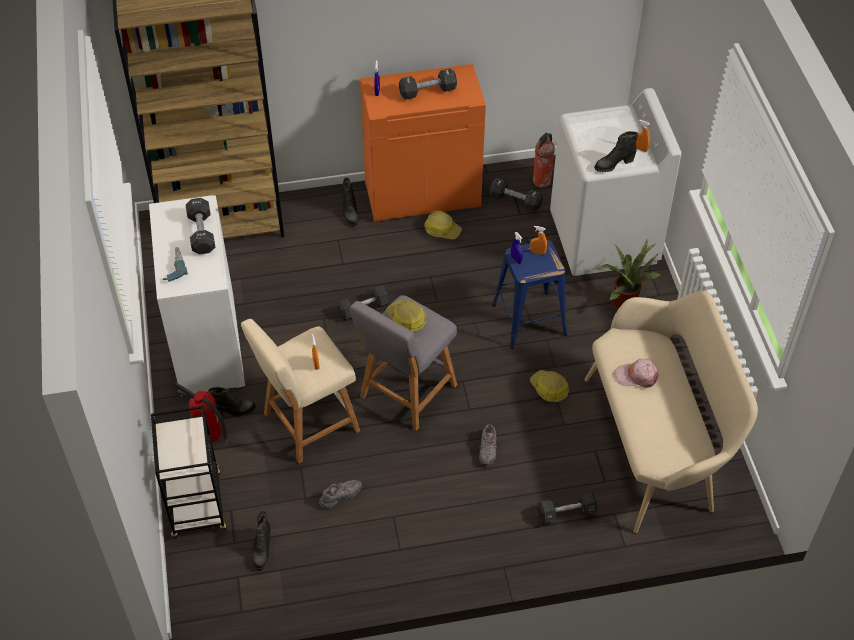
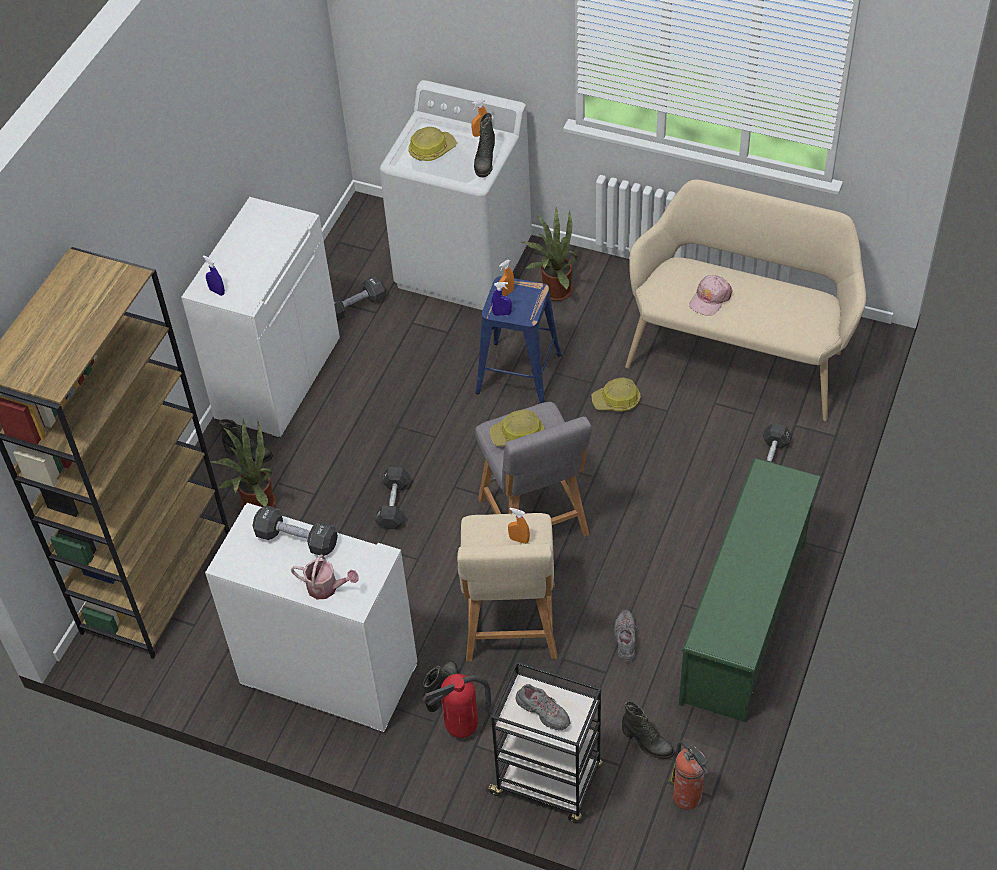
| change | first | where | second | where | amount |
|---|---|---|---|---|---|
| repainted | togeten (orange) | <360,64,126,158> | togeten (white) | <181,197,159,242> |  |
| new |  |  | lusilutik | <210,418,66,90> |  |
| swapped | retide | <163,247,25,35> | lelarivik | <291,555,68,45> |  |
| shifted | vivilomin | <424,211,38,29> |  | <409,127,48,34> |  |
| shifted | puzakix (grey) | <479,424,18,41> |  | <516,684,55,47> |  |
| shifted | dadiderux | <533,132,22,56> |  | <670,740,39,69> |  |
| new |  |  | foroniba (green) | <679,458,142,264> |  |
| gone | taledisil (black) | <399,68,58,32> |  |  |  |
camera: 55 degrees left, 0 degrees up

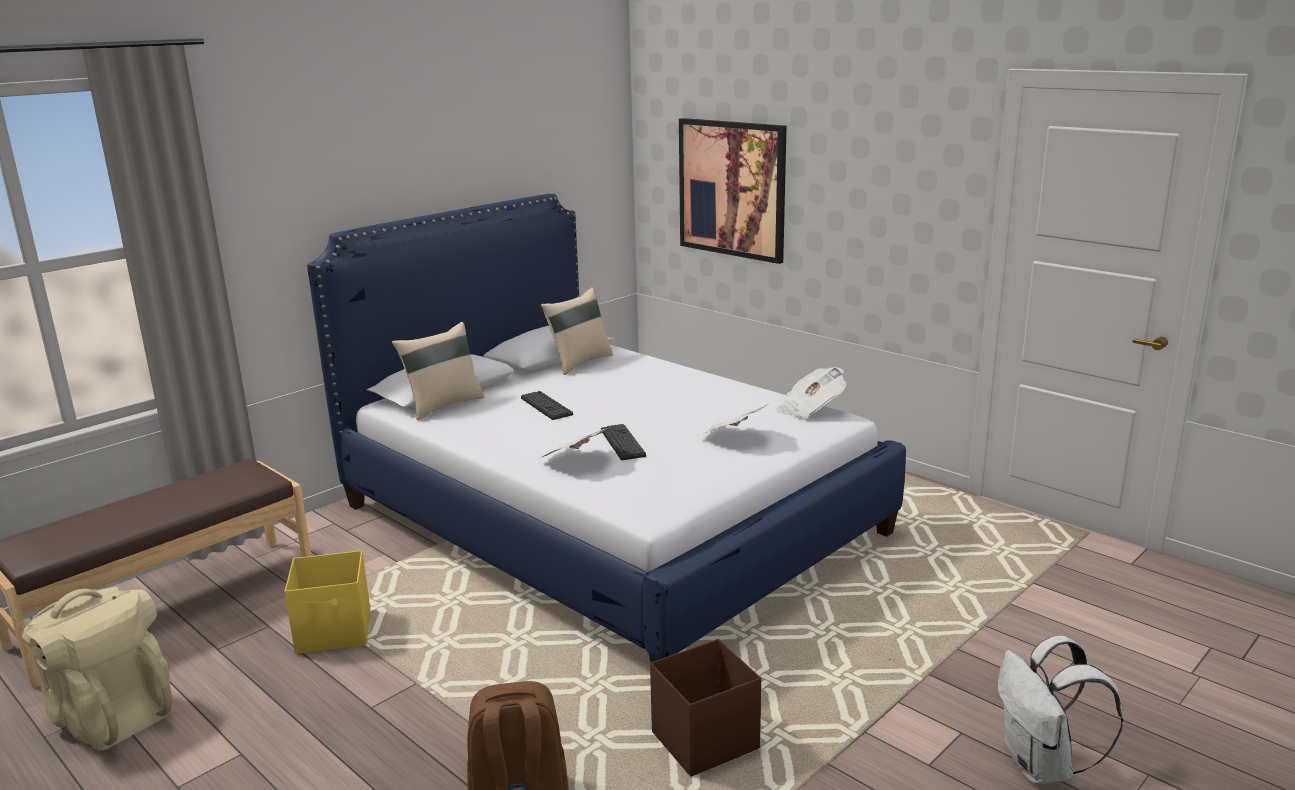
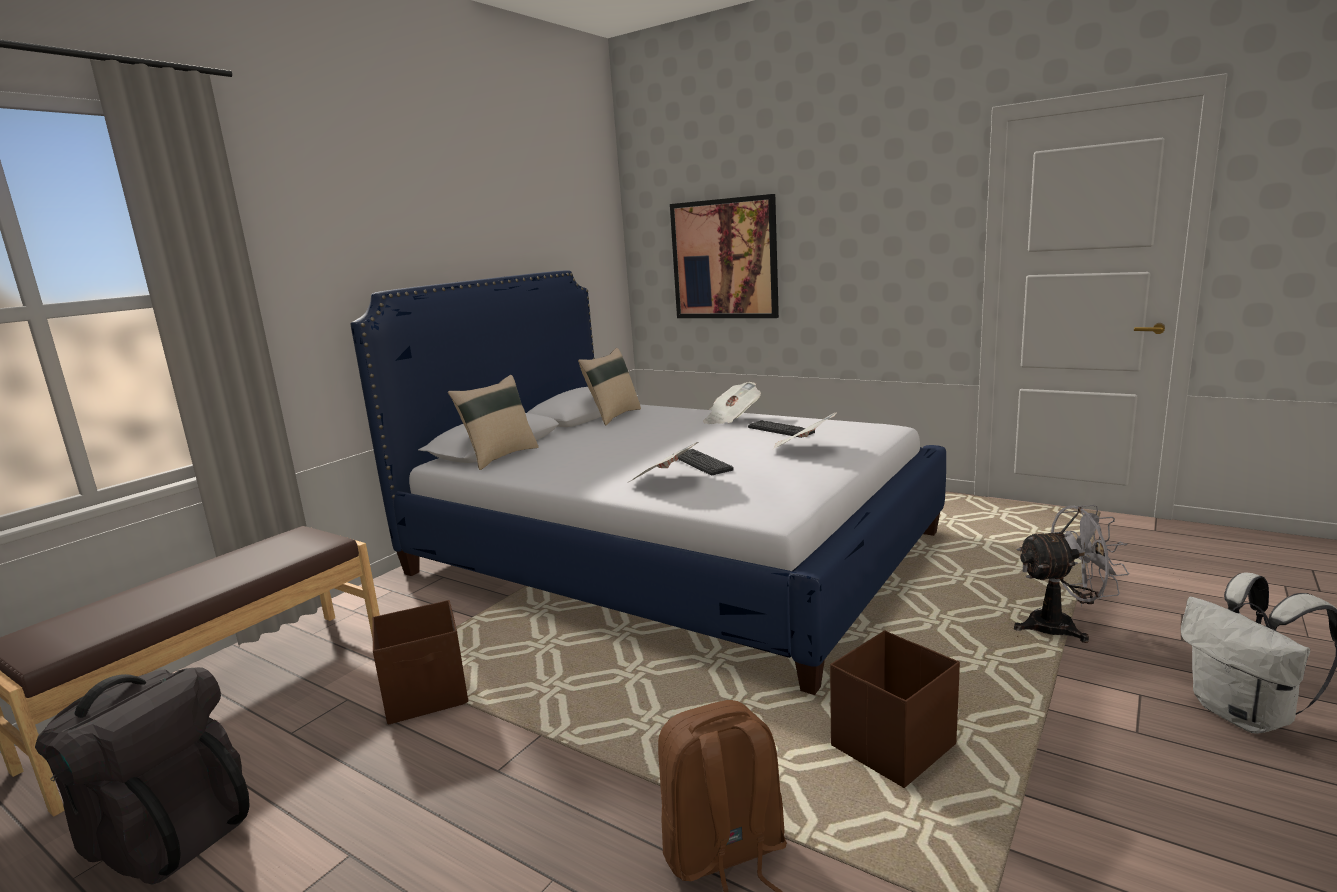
| change | first | where | second | where | amount |
|---|---|---|---|---|---|
| repainted | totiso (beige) | <22,587,150,163> | totiso (black) | <35,667,214,218> |  |
| repainted | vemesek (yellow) | <284,550,86,104> | vemesek (brown) | <372,600,96,124> |  |
| shifted | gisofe | <777,367,69,51> |  | <703,382,58,42> |  |
| shifted | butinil | <521,391,52,29> |  | <748,420,67,18> |  |
| new |  |  | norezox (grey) | <1014,505,115,138> |  |
camera: 10 degrees left, 5 degrees down

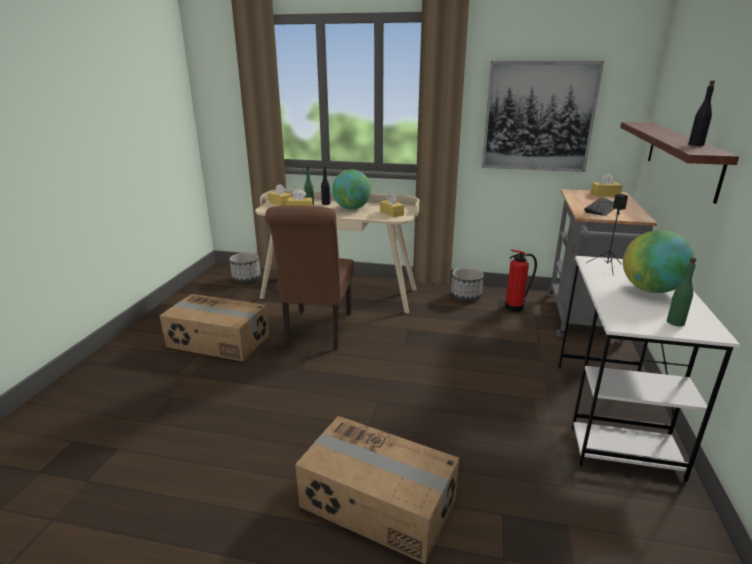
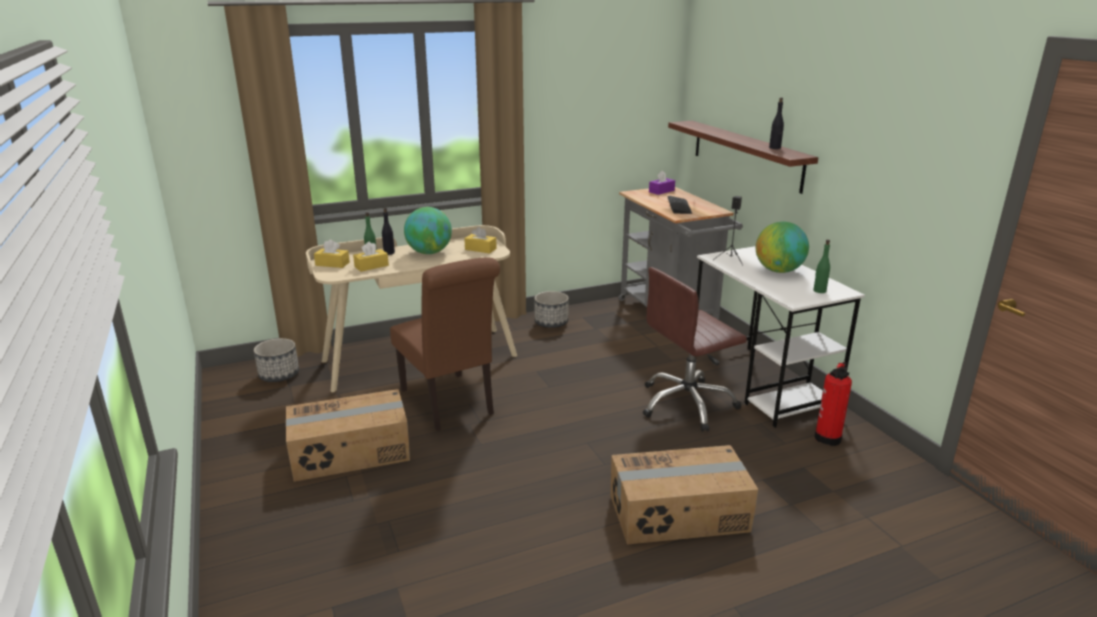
| change | first | where | second | where | amount |
|---|---|---|---|---|---|
| new |  |  | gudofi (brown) | <643,267,104,165> |  |
| repainted | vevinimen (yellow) | <590,173,33,24> | vevinimen (purple) | <649,171,26,24> |  |
| shifted | dadiderux | <505,249,32,63> |  | <814,362,38,84> |  |
| gone | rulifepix | <482,61,122,111> |  |  |  |
camera: 35 degrees left, 0 degrees up

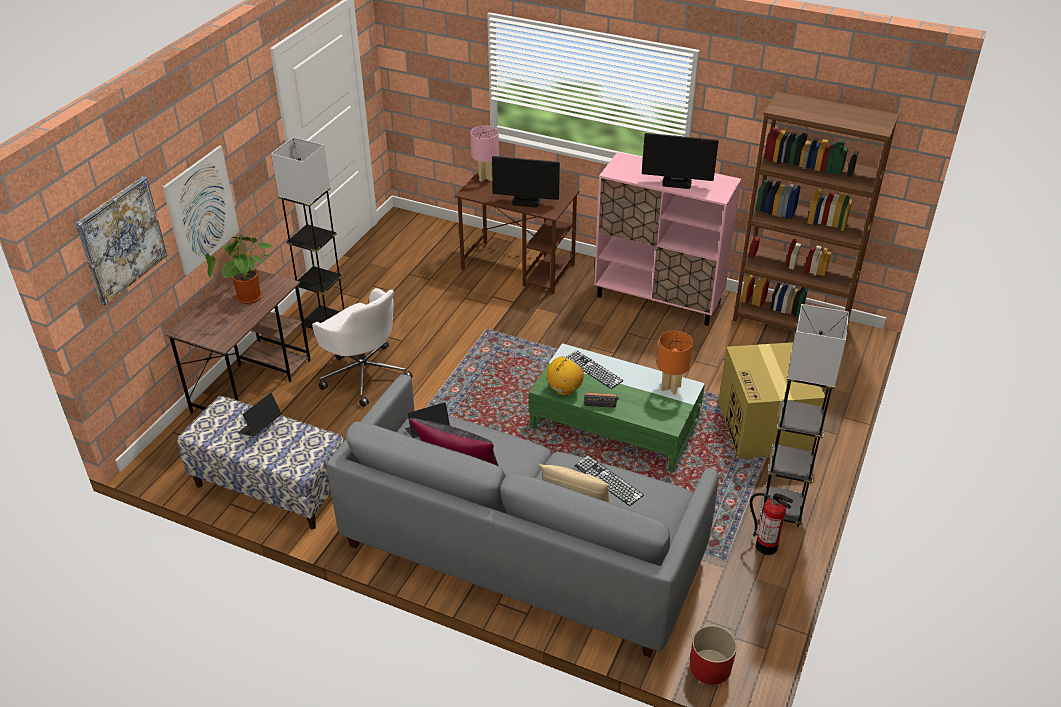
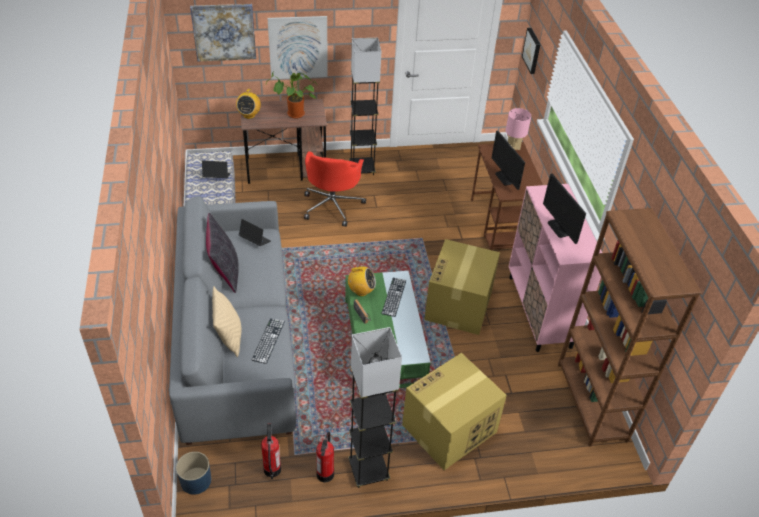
| change | first | where | second | where | amount |
|---|---|---|---|---|---|
| repainted | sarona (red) | <690,625,47,60> | sarona (blue) | <176,452,35,43> |  |
| new |  |  | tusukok | <236,89,25,30> |  |
| new |  |  | dadiderux | <261,423,20,56> |  |
| repainted | gudofi (white) | <312,288,100,119> | gudofi (red) | <304,151,62,76> |  |
| new |  |  | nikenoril | <424,239,76,96> |  |
| new |  |  | rulifepix | <522,28,19,46> |  |
| gone | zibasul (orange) | <657,331,36,64> |  |  |  |
camera: 55 degrees right, 5 degrees up

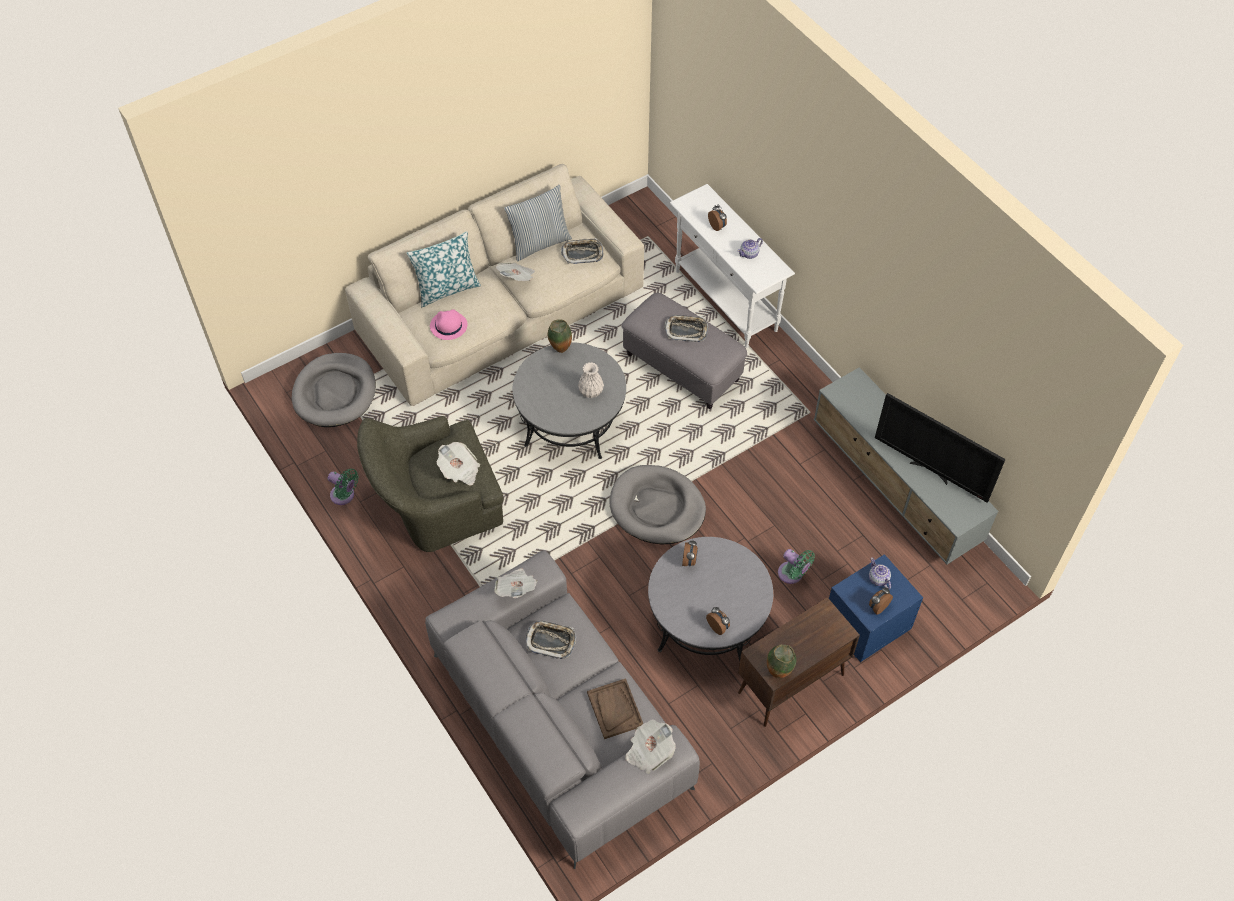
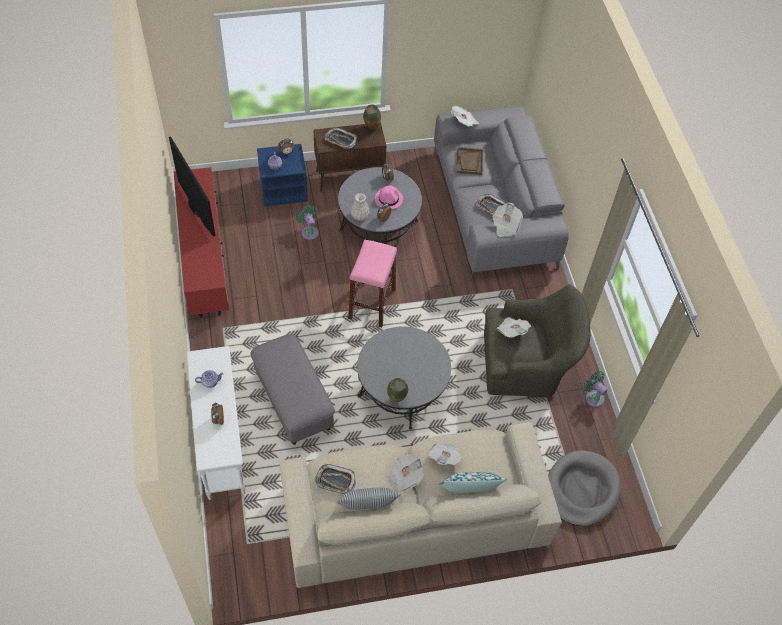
| change | first | where | second | where | amount |
|---|---|---|---|---|---|
| repainted | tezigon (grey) | <814,367,185,197> | tezigon (red) | <173,167,56,151> |  |
| shifted | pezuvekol | <664,315,44,27> |  | <325,128,32,20> |  |
| swapped | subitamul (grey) | <609,465,97,79> | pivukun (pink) | <348,239,49,88> |  |
| shifted | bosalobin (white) | <578,362,26,36> |  | <351,193,19,28> |  |
| shifted | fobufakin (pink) | <430,309,37,31> |  | <375,186,28,23> |  |
| new |  |  | gisofe | <428,442,34,23> |  |
camera: 160 degrees left, 0 degrees up

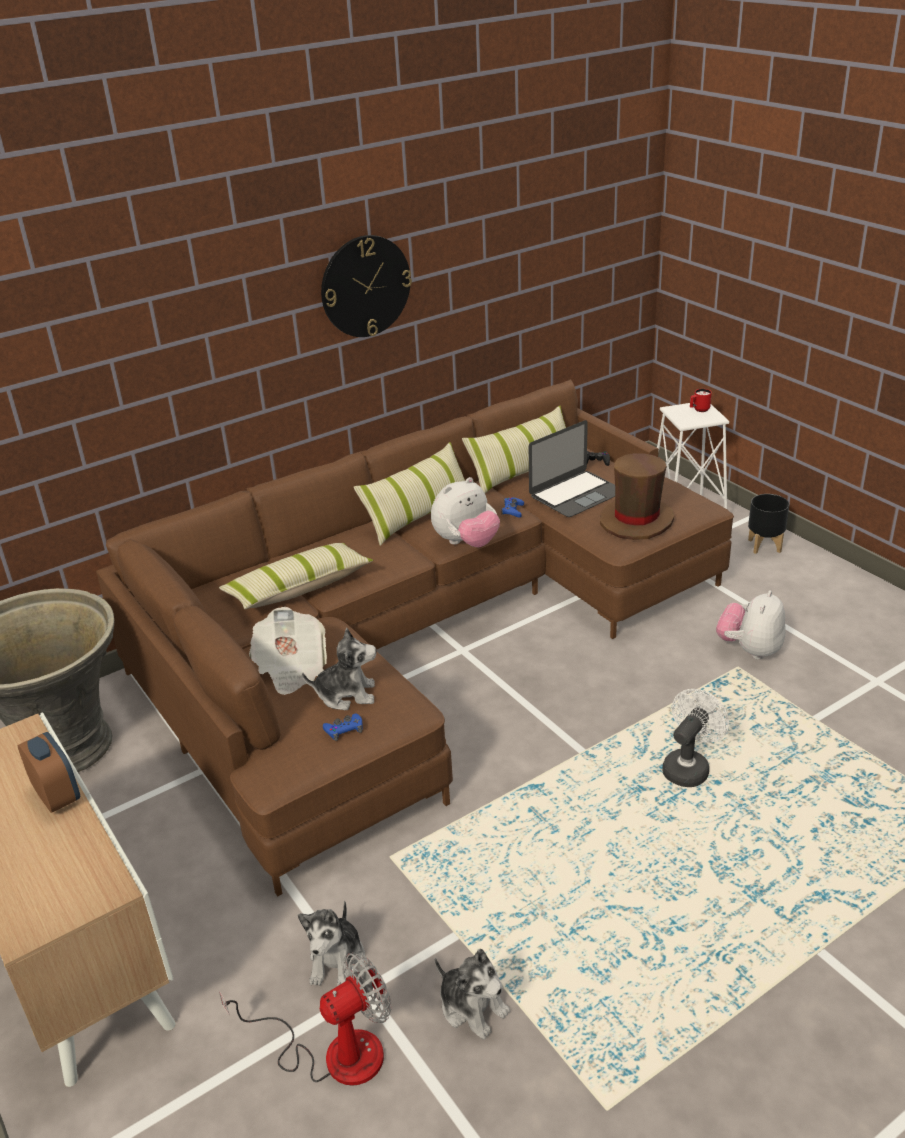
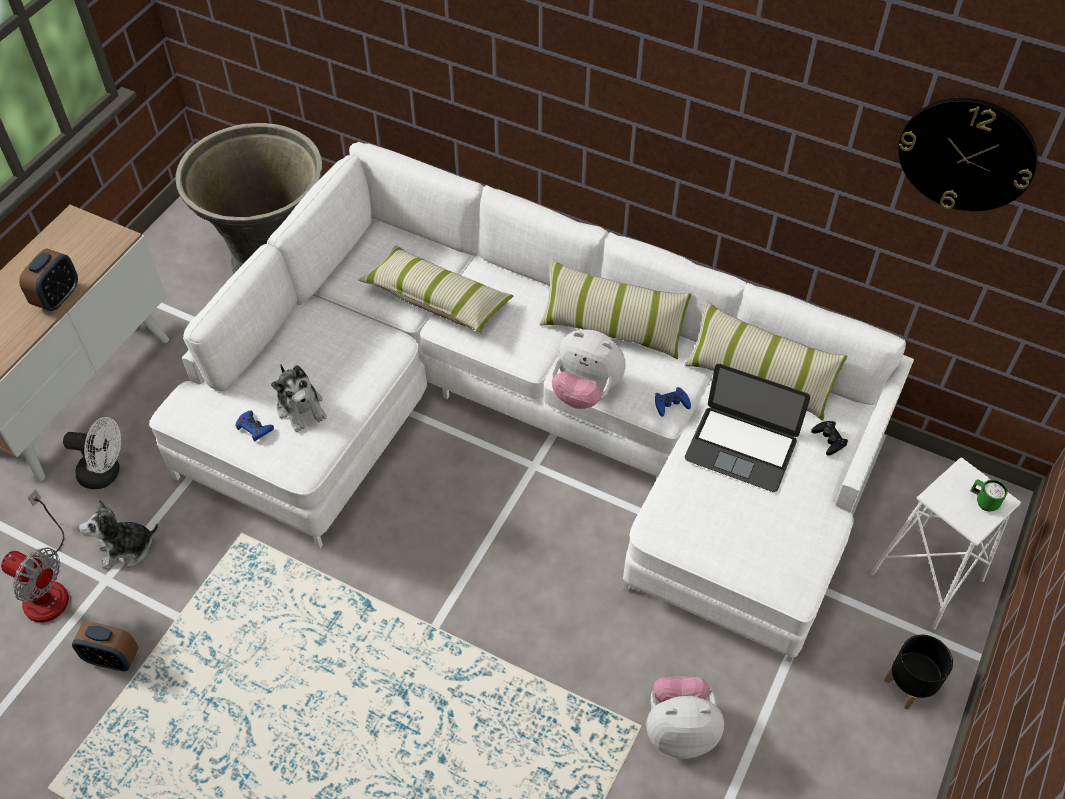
| change | first | where | second | where | amount |
|---|---|---|---|---|---|
| shifted | norezox (white) | <662,689,67,98> |  | <63,417,58,72> |  |
| swapped | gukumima | <435,949,75,91> | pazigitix | <72,621,67,50> |  |
| repainted | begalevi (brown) | <96,380,638,516> | begalevi (white) | <149,142,765,521> |  |
| shifted | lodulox | <321,235,91,102> |  | <898,98,140,113> |  |
| repainted | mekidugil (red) | <690,389,22,23> | mekidugil (green) | <970,479,38,33> |  |
| gone | gisofe | <249,607,78,88> |  |  |  |
| gone | fobufakin (brown) | <600,453,74,87> |  |  |  |
camera: 60 degrees right, 20 degrees up

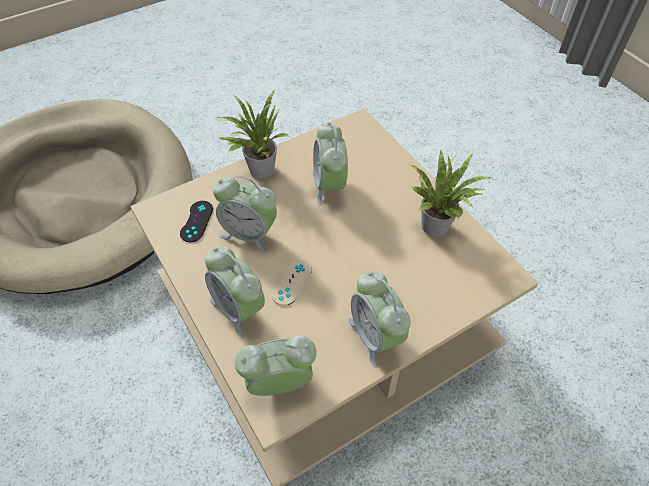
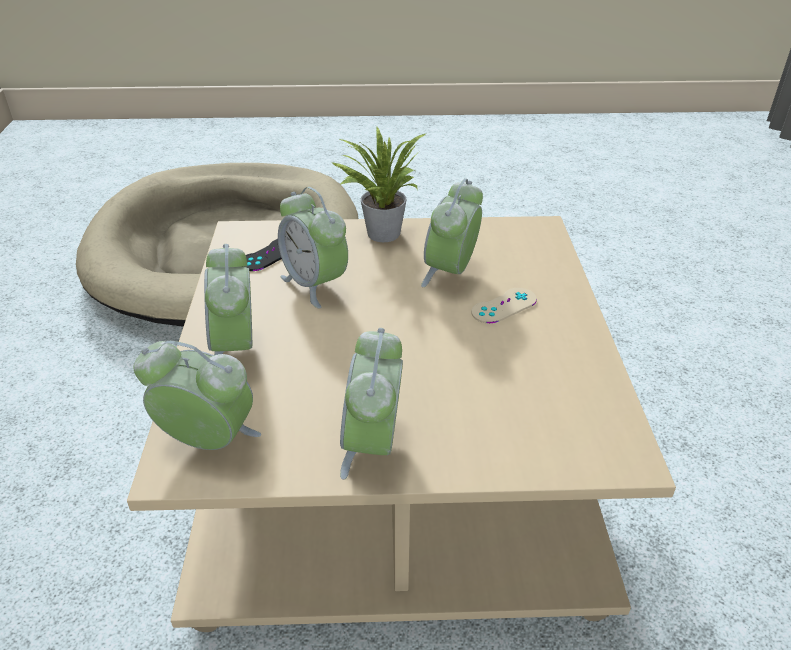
| change | first | where | second | where | amount |
|---|---|---|---|---|---|
| shifted | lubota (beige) | <272,259,40,47> |  | <471,288,66,36> |  |
| gone | lusilutik | <410,150,82,87> |  |  |  |
camera: 30 degrees right, 15 degrees down

